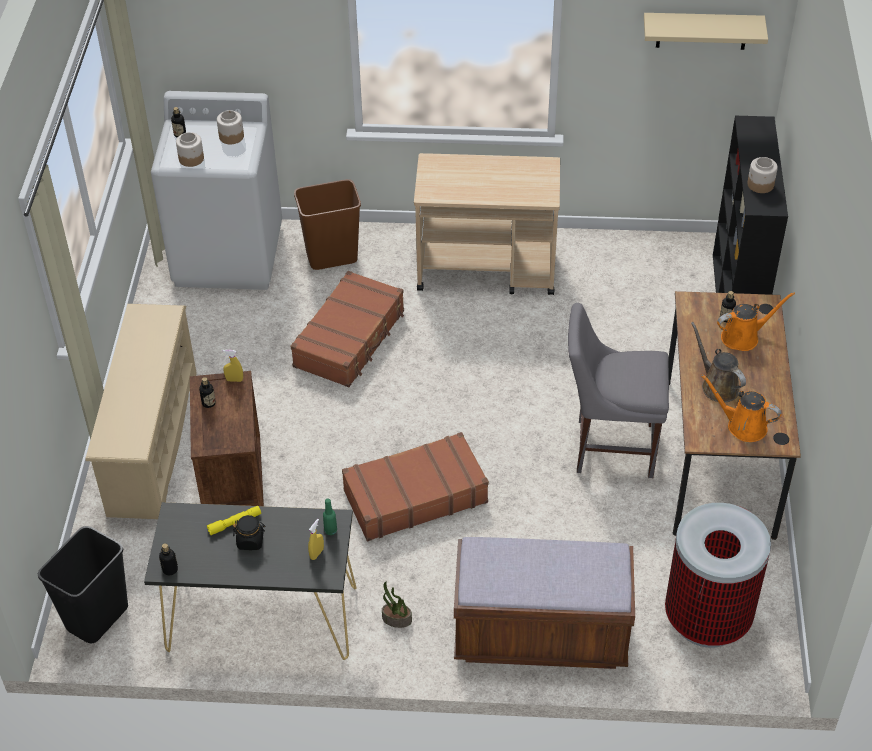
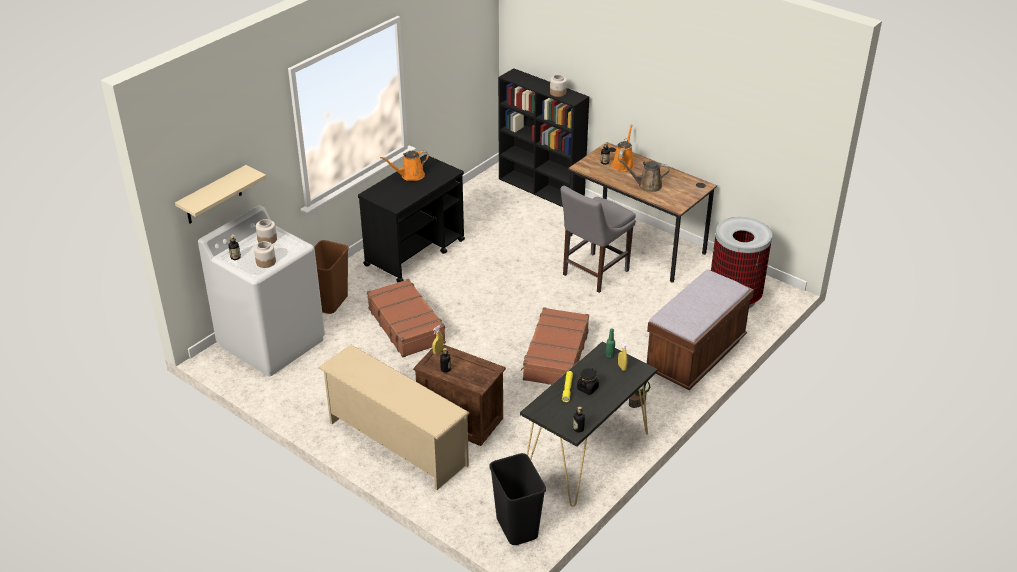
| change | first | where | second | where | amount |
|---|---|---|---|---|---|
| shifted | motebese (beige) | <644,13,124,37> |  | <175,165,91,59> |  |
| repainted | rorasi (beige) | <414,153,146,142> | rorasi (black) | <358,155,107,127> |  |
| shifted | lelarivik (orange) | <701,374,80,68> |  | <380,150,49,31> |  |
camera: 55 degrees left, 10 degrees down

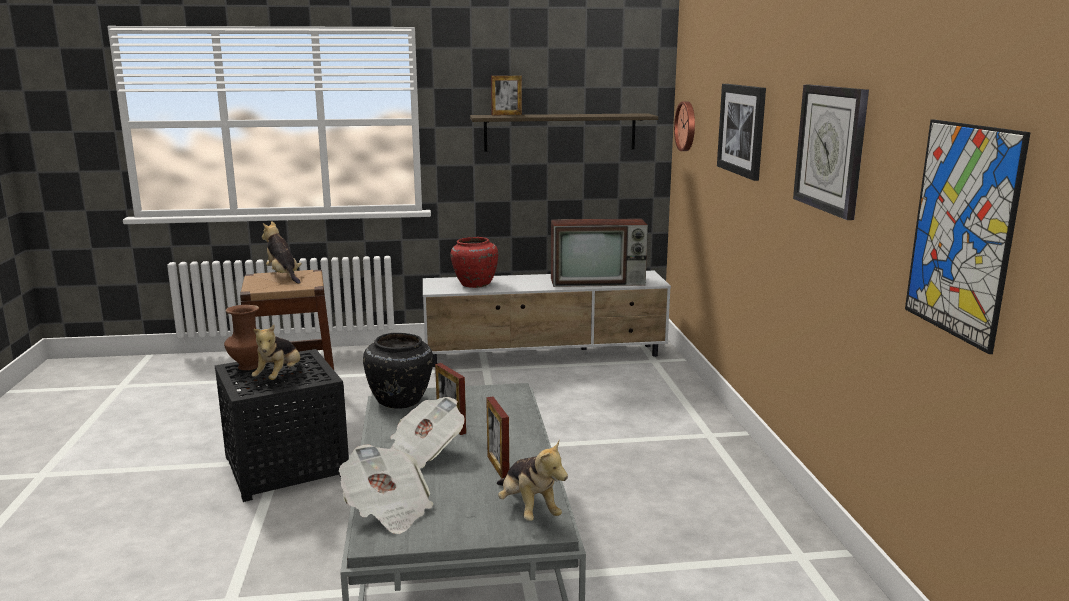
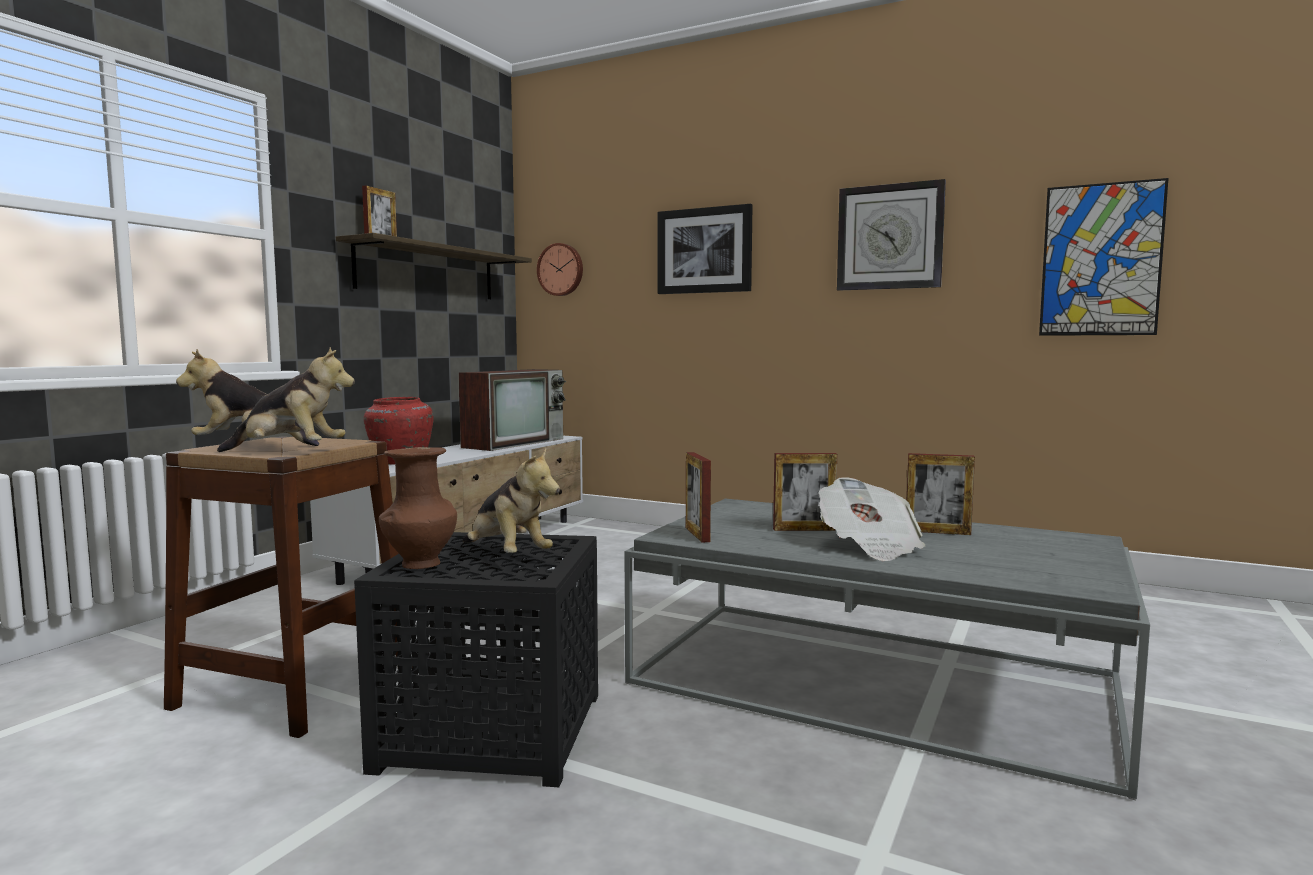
| change | first | where | second | where | amount |
|---|---|---|---|---|---|
| shifted | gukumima | <497,441,71,80> |  | <217,347,138,105> |  |
| swapped | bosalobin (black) | <363,333,70,76> | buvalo | <686,452,25,91> |  |
| gone | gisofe | <339,444,94,90> |  |  |  |
camera: 55 degrees left, 10 degrees down

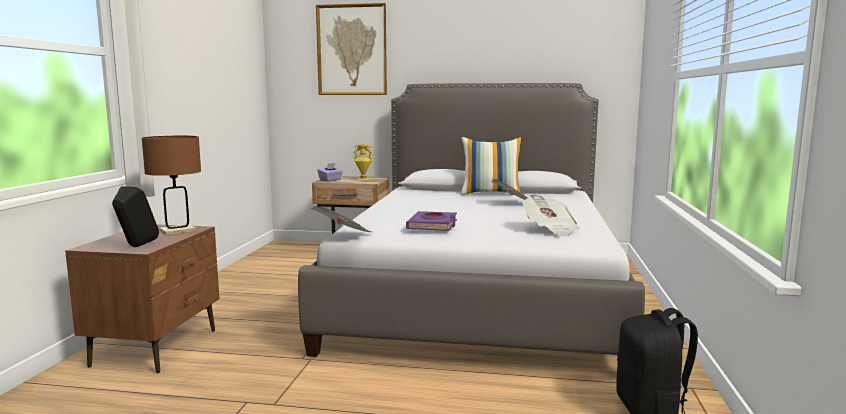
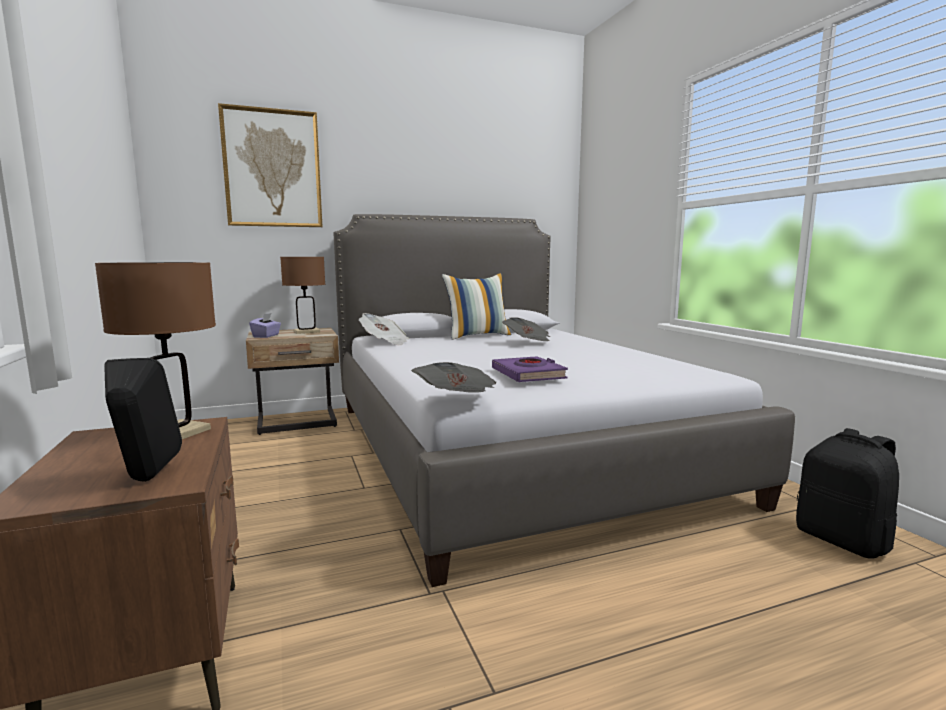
| change | first | where | second | where | amount |
|---|---|---|---|---|---|
| swapped | bosalobin (yellow) | <354,144,18,36> | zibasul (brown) | <280,257,45,77> |  |
| shifted | gisofe | <522,194,58,43> |  | <359,313,51,33> |  |
camera: 30 degrees left, 0 degrees up

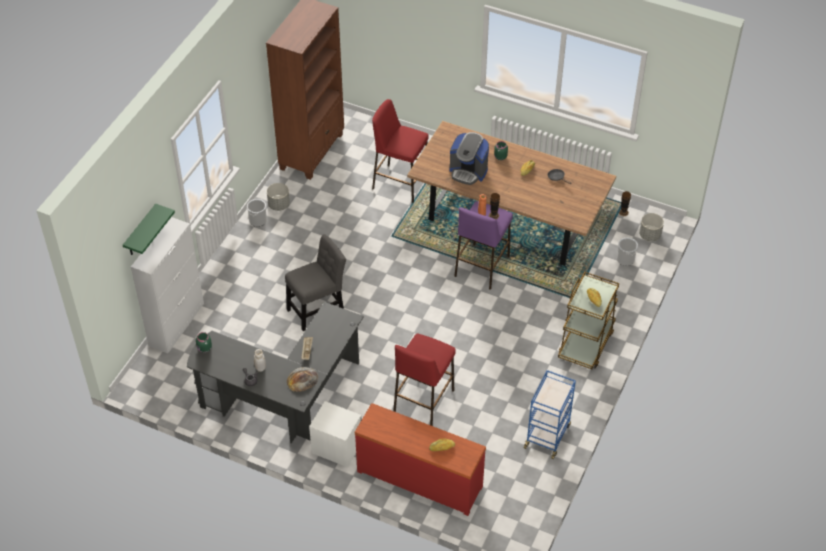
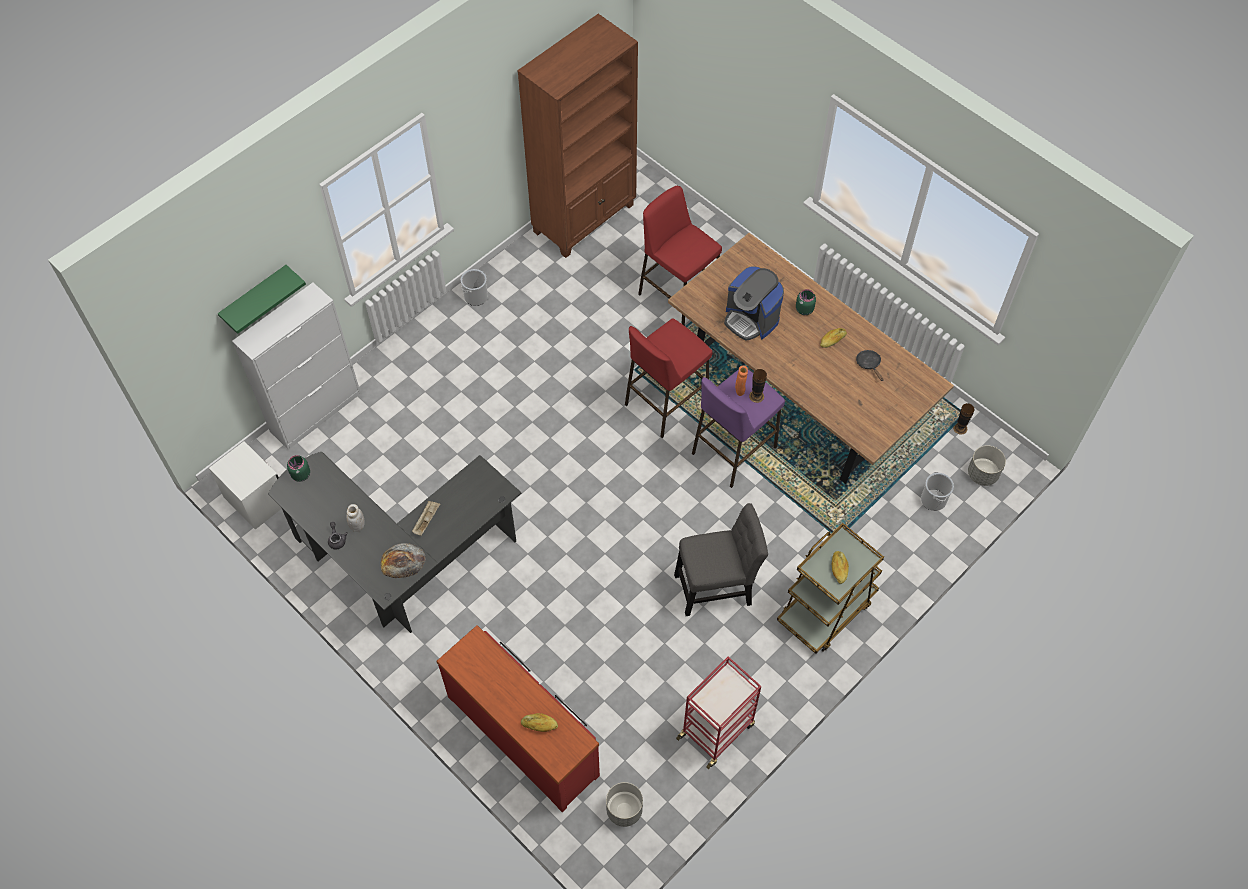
| change | first | where | second | where | amount |
|---|---|---|---|---|---|
| shifted | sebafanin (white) | <309,401,52,66> |  | <209,441,73,89> |  |
| shifted | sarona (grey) | <267,183,23,28> |  | <606,782,37,45> |  |
| shifted | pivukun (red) | <393,333,63,93> |  | <625,318,88,120> |  |
| shifted | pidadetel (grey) | <285,234,61,97> |  | <674,503,94,113> |  |
| repainted | rorasi (blue) | <524,370,52,89> | rorasi (red) | <676,657,85,112> |  |
camera: 20 degrees right, 10 degrees up

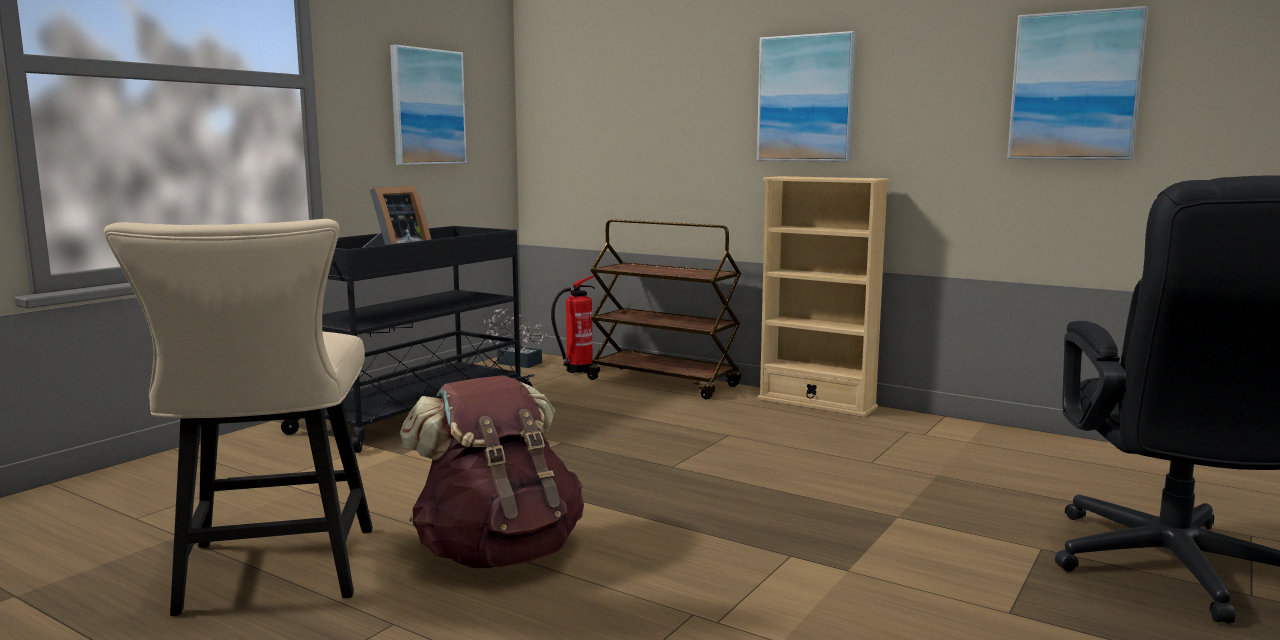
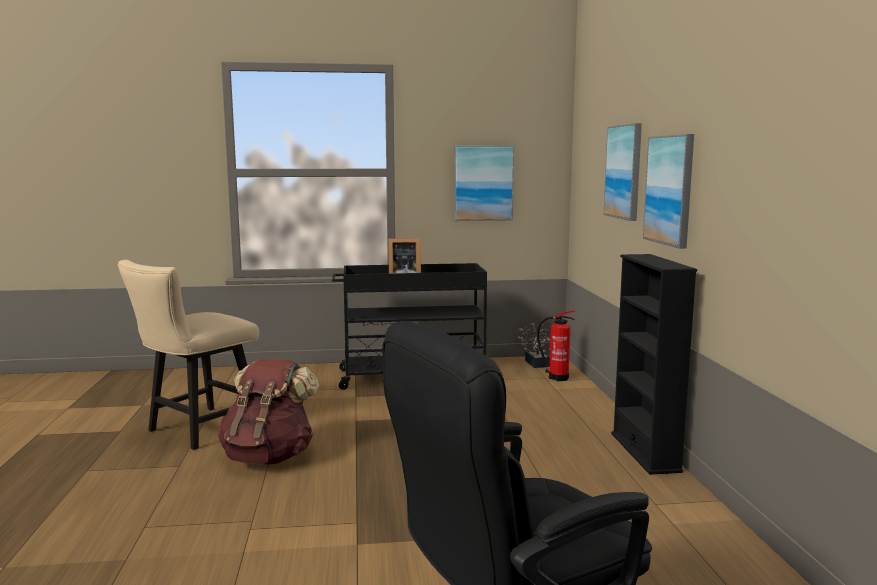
| change | first | where | second | where | amount |
|---|---|---|---|---|---|
| shifted | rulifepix | <1007,6,141,154> |  | <603,123,39,98> |  |
| repainted | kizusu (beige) | <757,176,133,241> | kizusu (black) | <611,254,86,221> |  |
| gone | rorasi (brown) | <587,219,154,181> |  |  |  |
camera: 50 degrees right, 0 degrees up

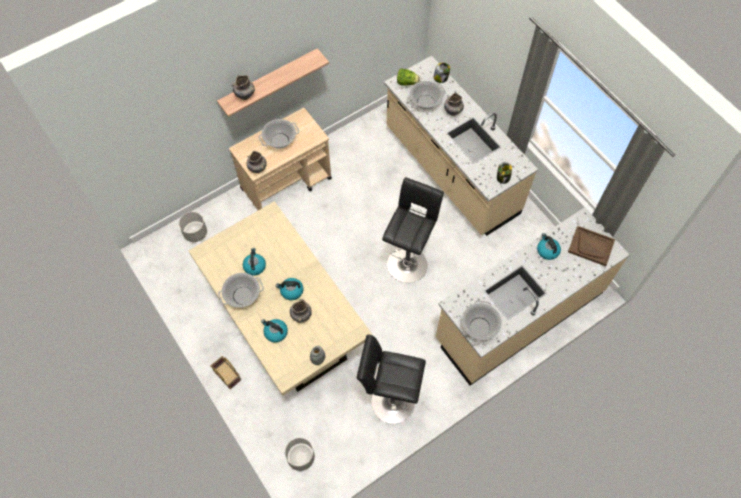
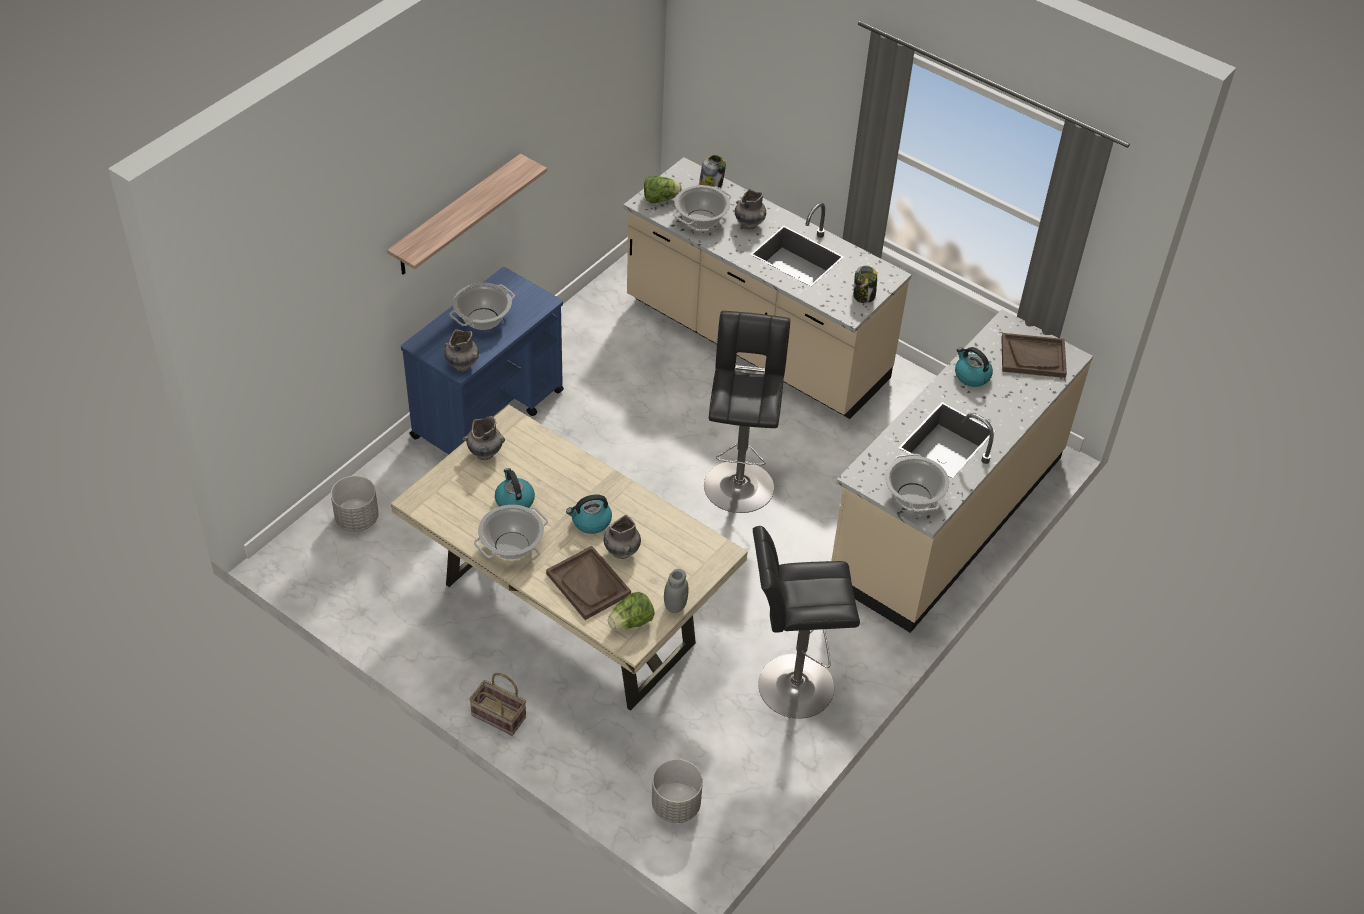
| change | first | where | second | where | amount |
|---|---|---|---|---|---|
| repainted | rorasi (beige) | <229,108,103,102> | rorasi (blue) | <401,267,163,187> |  |
| shifted | bosalobin (grey) | <231,75,24,25> |  | <463,416,42,44> |  |
| swapped | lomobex | <261,319,27,24> | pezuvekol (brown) | <546,546,85,74> |  |
| new |  |  | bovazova | <608,592,47,37> |  |
camera: 20 degrees left, 15 degrees down

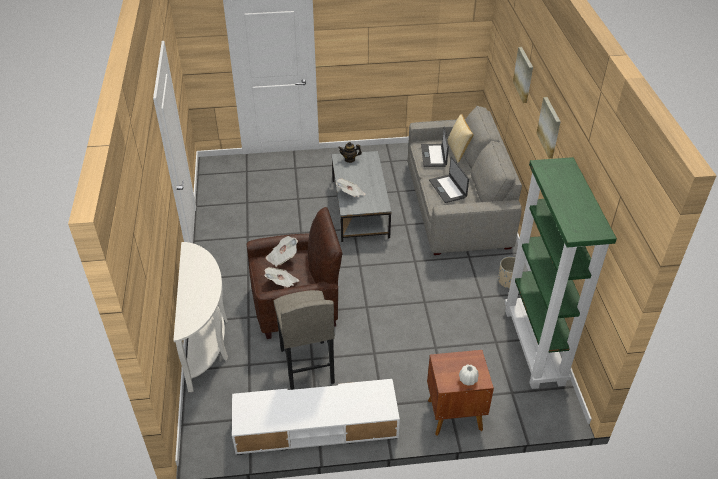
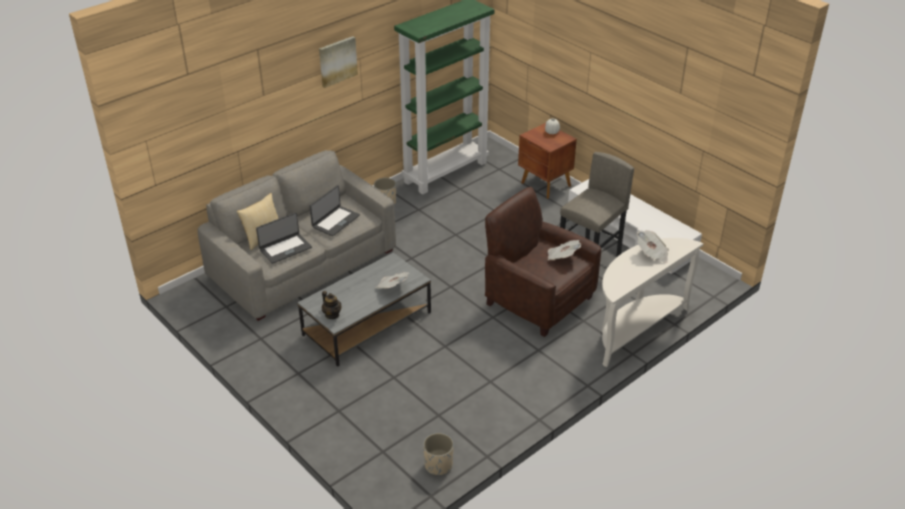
| change | first | where | second | where | amount |
|---|---|---|---|---|---|
| new |  |  | sarona (beige) | <423,433,31,42> |  |
| shifted | gisofe | <266,236,32,31> |  | <637,230,32,33> |  |
| gone | rulifepix | <513,47,20,56> |  |  |  |
camera: 125 degrees left, 5 degrees down

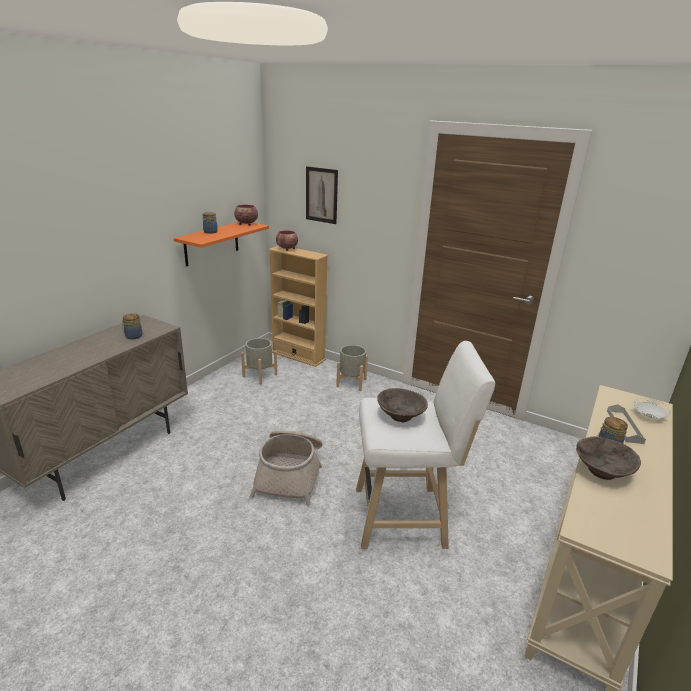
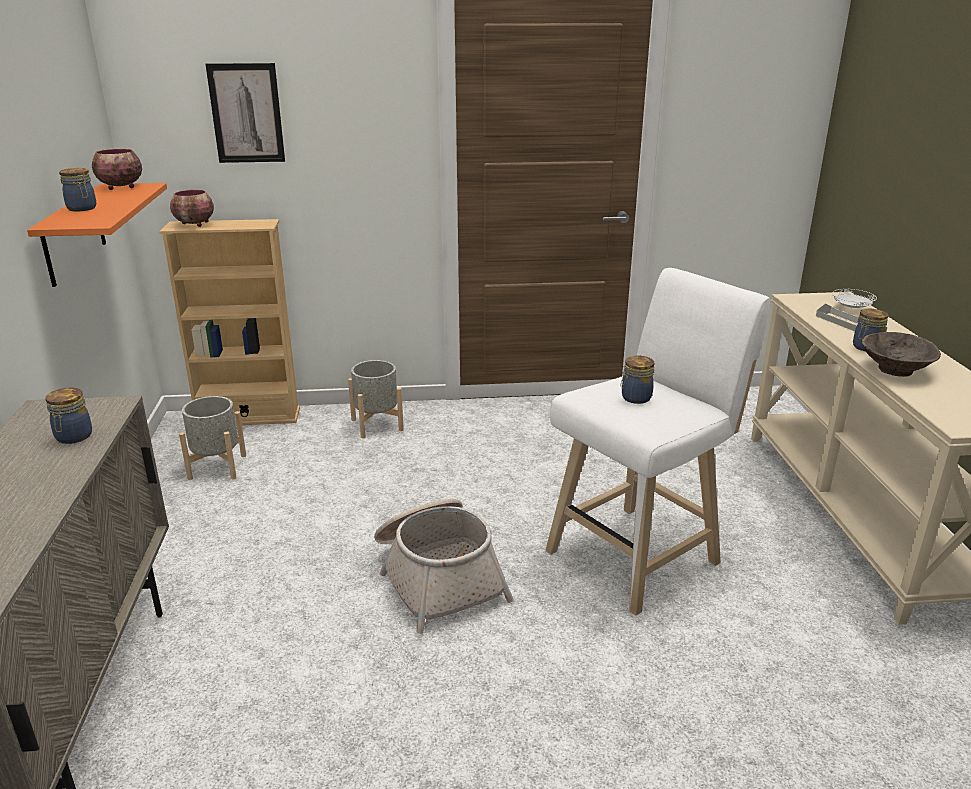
| change | first | where | second | where | amount |
|---|---|---|---|---|---|
| swapped | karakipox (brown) | <377,388,51,34> | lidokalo | <621,356,34,48> |  |
camera: 35 degrees left, 0 degrees up

